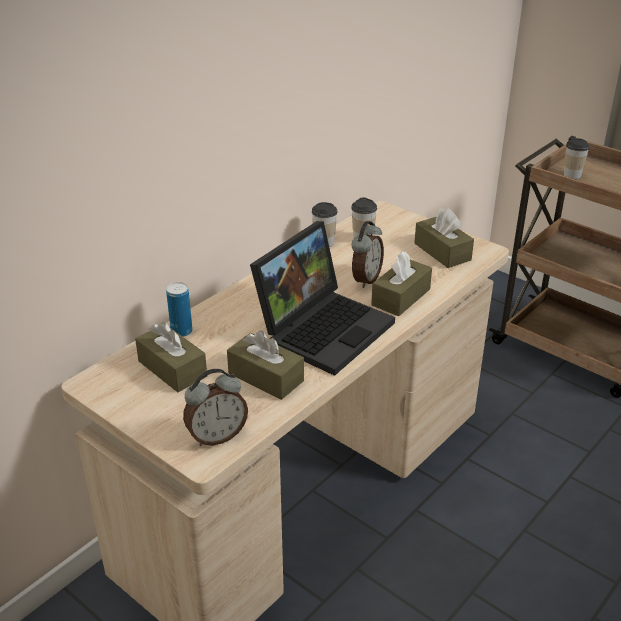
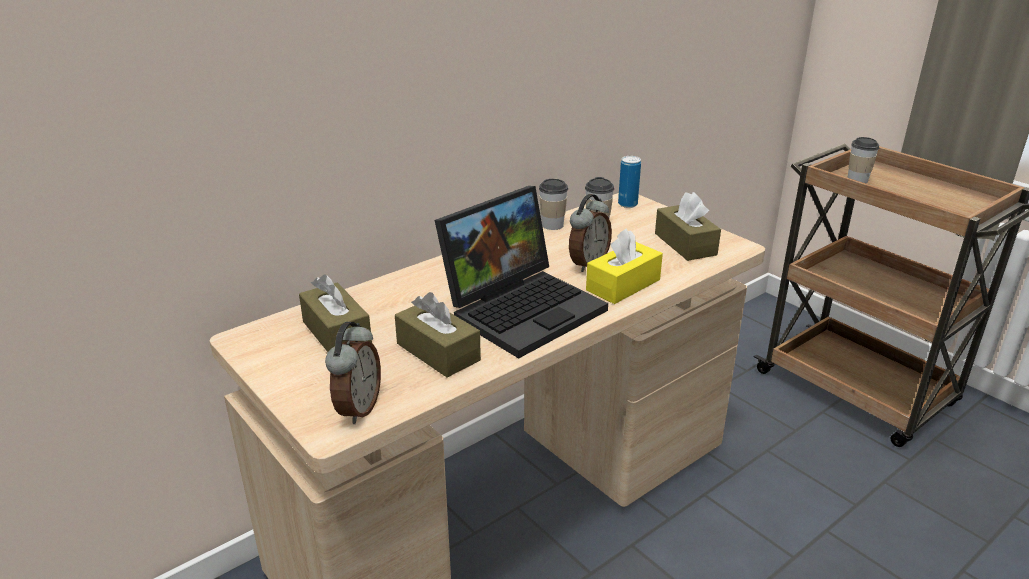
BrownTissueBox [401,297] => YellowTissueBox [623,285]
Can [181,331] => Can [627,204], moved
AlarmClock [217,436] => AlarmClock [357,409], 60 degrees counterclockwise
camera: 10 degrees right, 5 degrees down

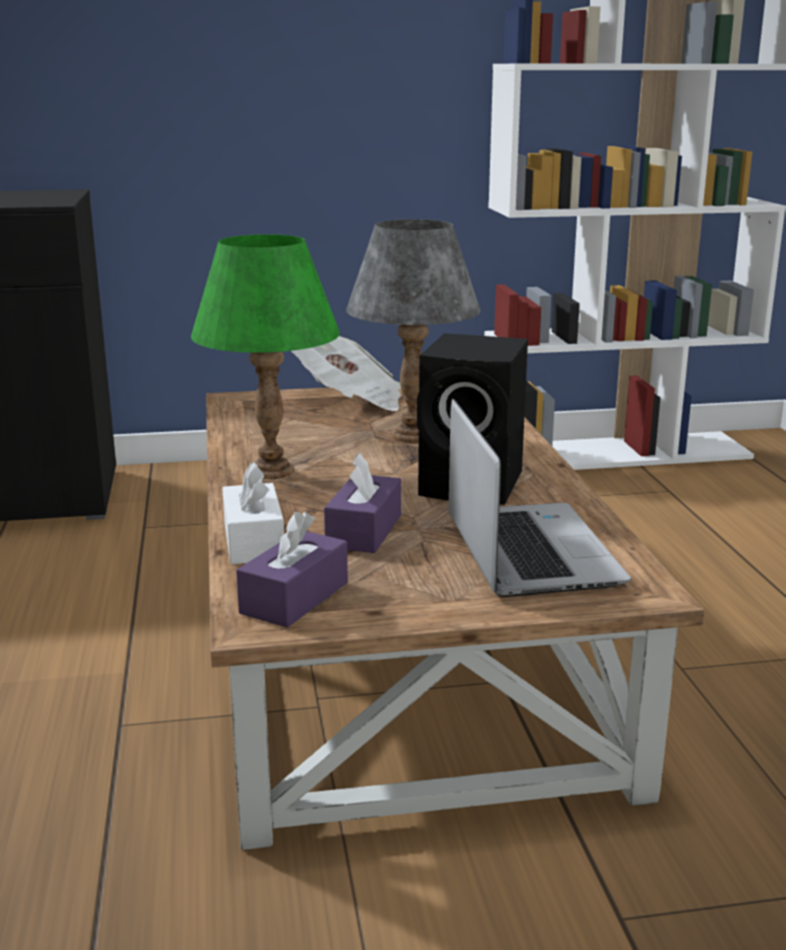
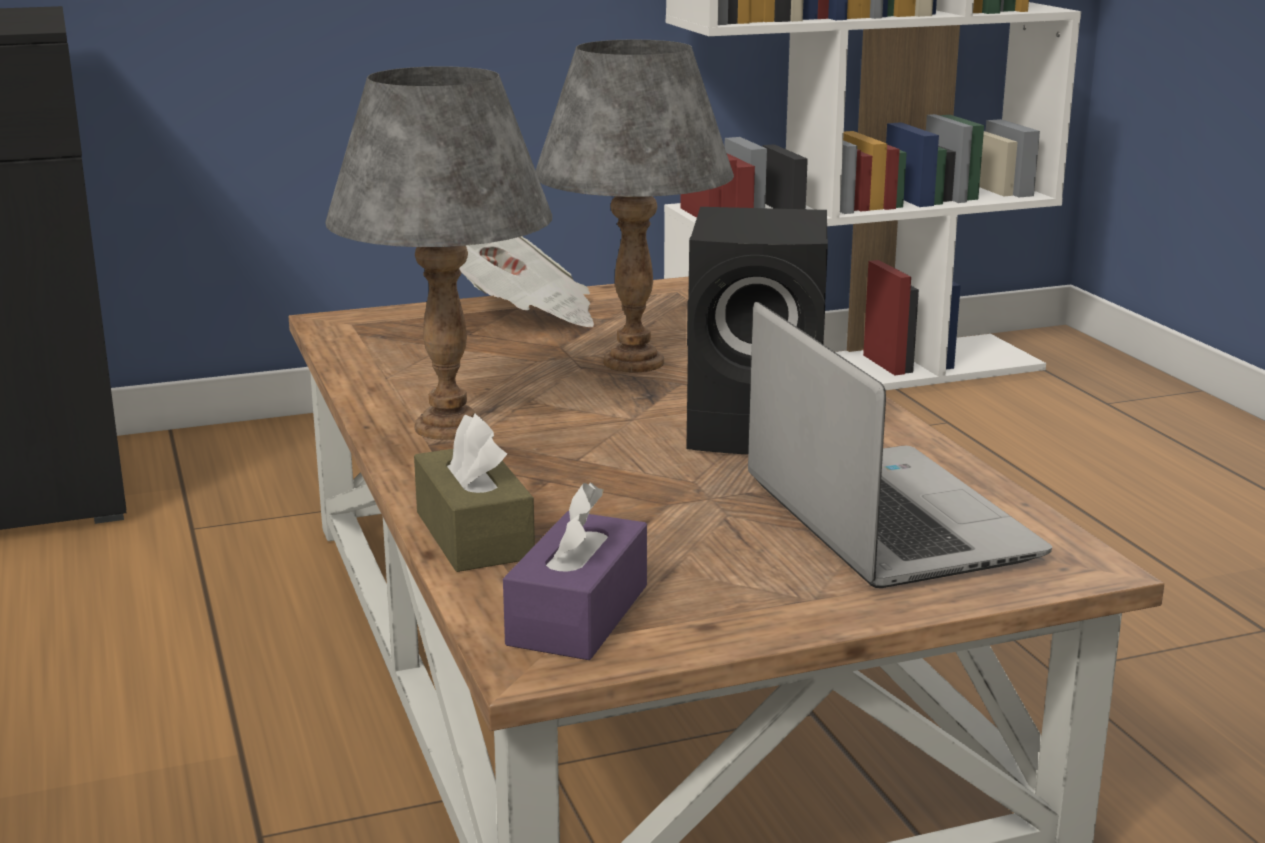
GreenTableLamp [270,471] => GreyTableLamp [447,427]
PurpleTissueBox [364,531] => nothing
WhiteTissueBox [253,541] => BrownTissueBox [474,535]
camera: 10 degrees left, 0 degrees up

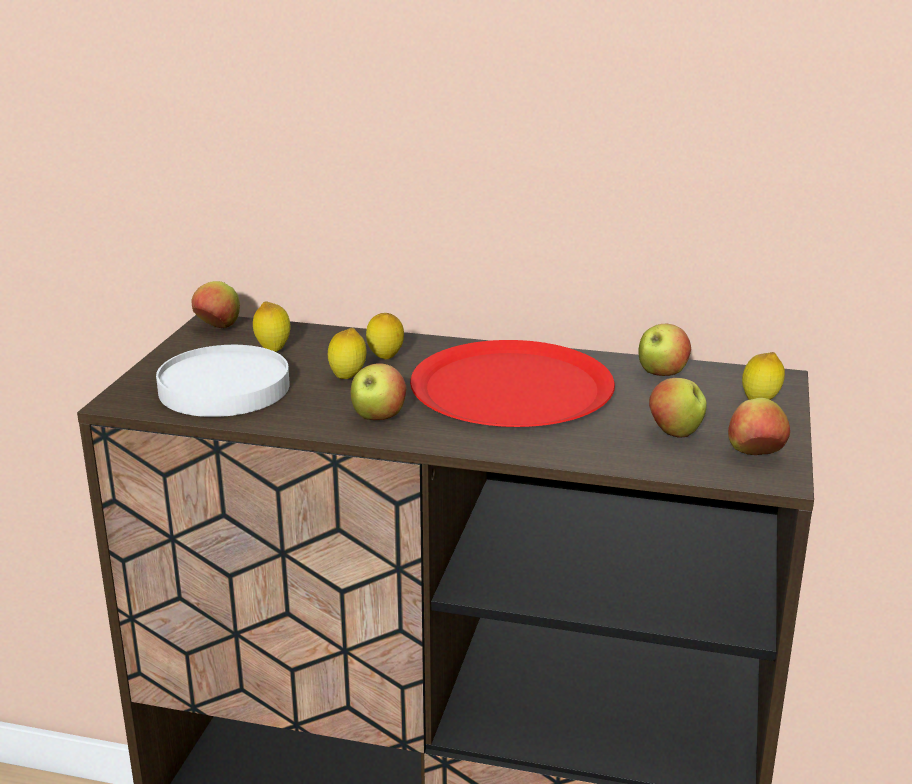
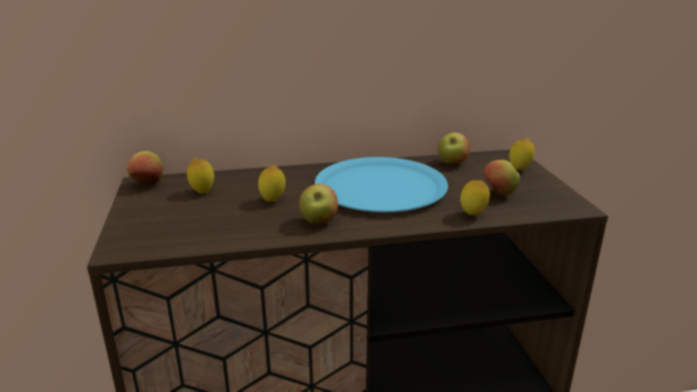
Lemon [385,359] => Lemon [473,215], moved
RedPlate [511,388] => BluePlate [380,187]
WhitePlate [223,388] => nothing
Apple [755,455] => nothing
camera: 25 degrees left, 0 degrees up

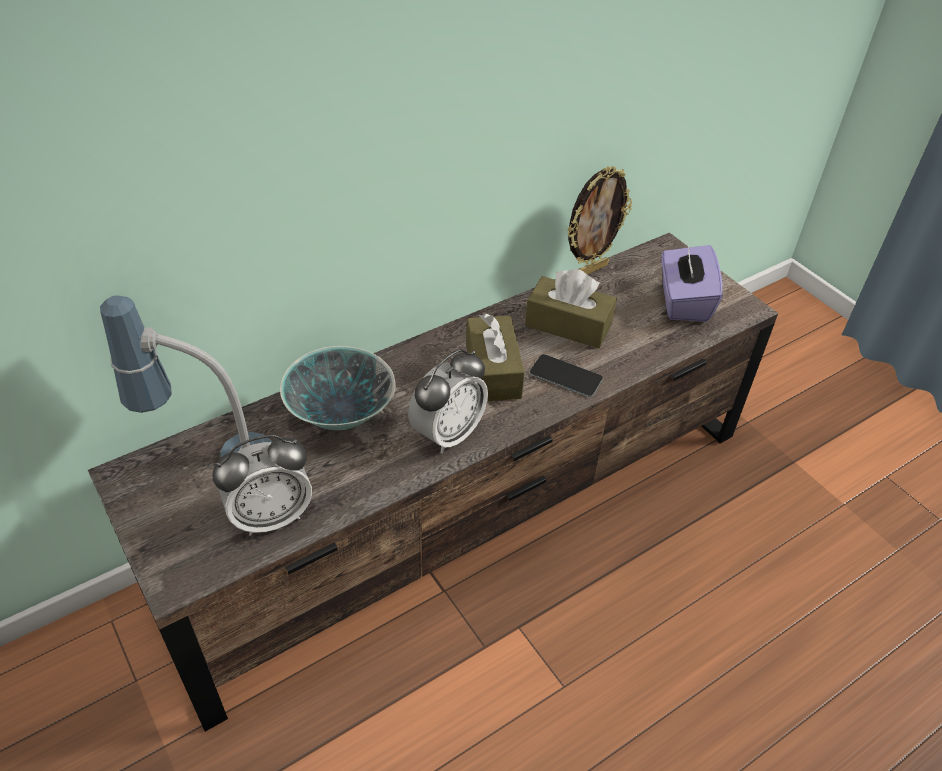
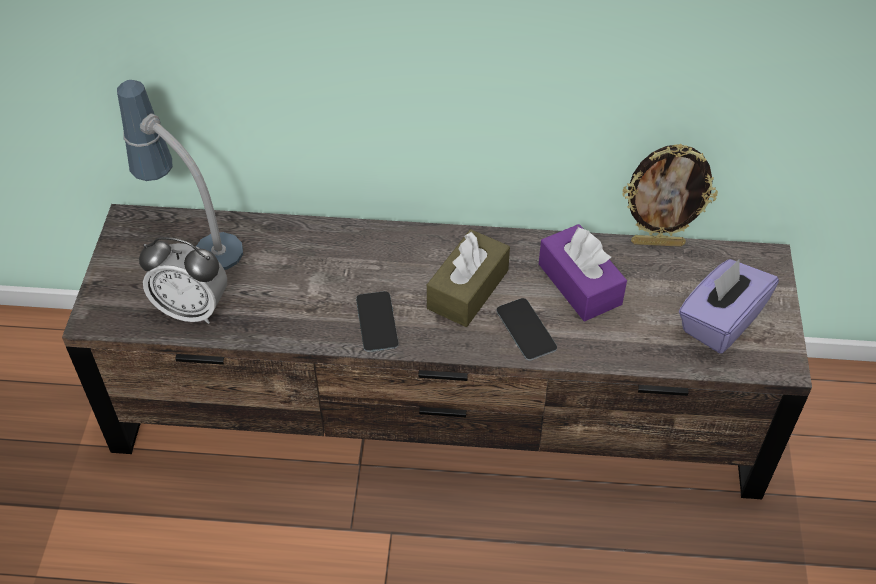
BrownTissueBox [568,324] => PurpleTissueBox [579,284]
Bowl [340,417] => nothing
AlarmClock [448,434] => Phone [377,322]
camera: 40 degrees right, 5 degrees up

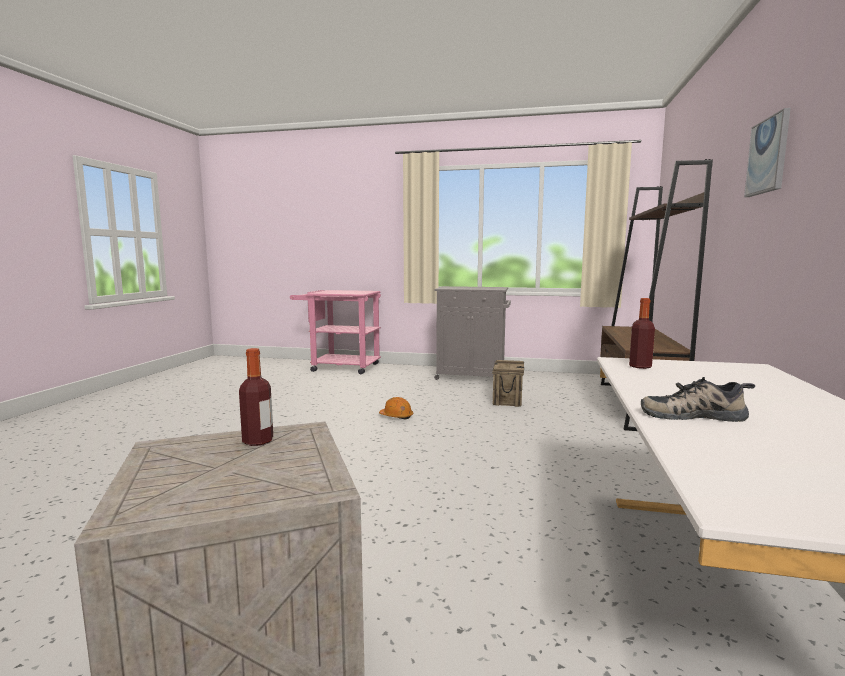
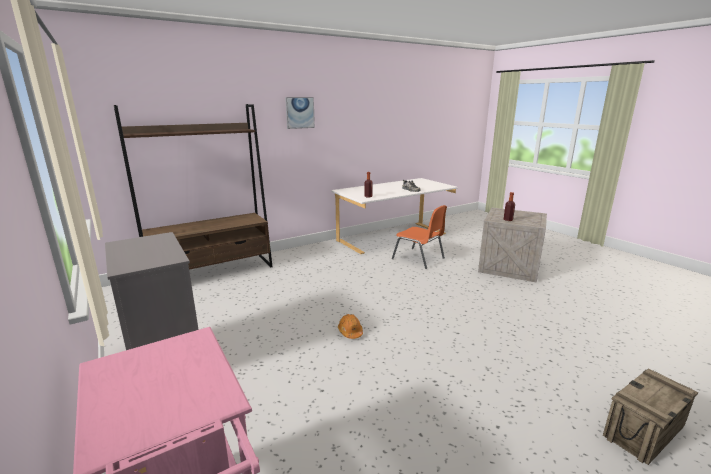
Crate [507,397] => Crate [644,432], moved
nothing => OrangeChair [419,258]
camera: 135 degrees left, 10 degrees up

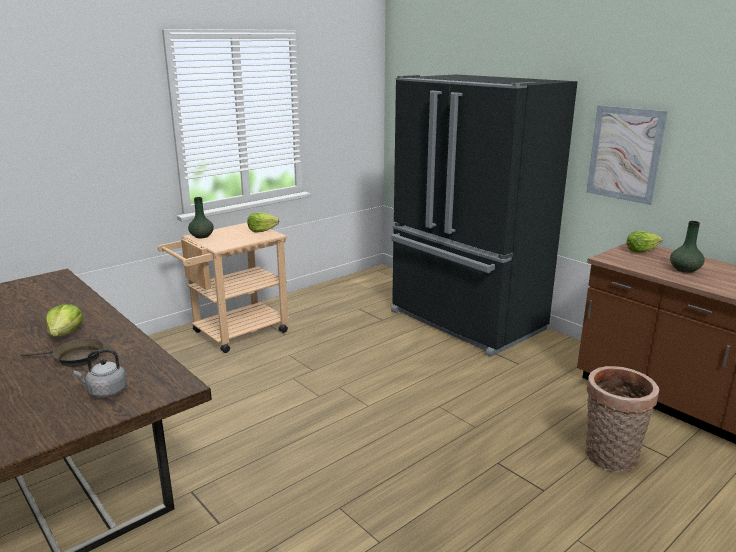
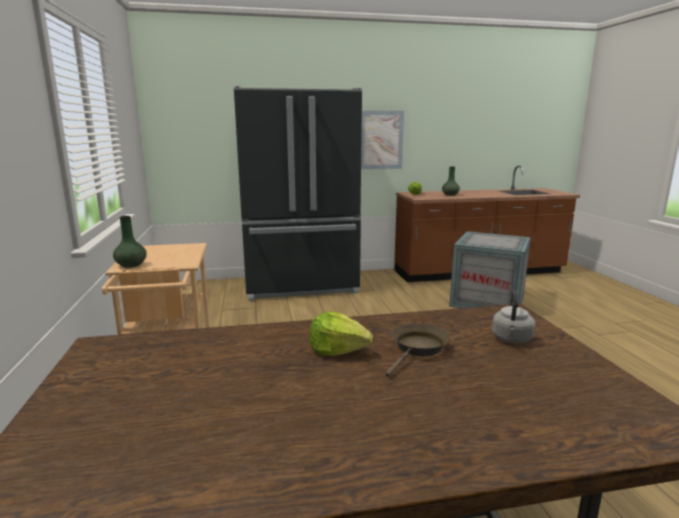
Lettuce [261,230] => nothing
Basket [610,459] => Crate [488,301]
camera: 60 degrees left, 5 degrees down

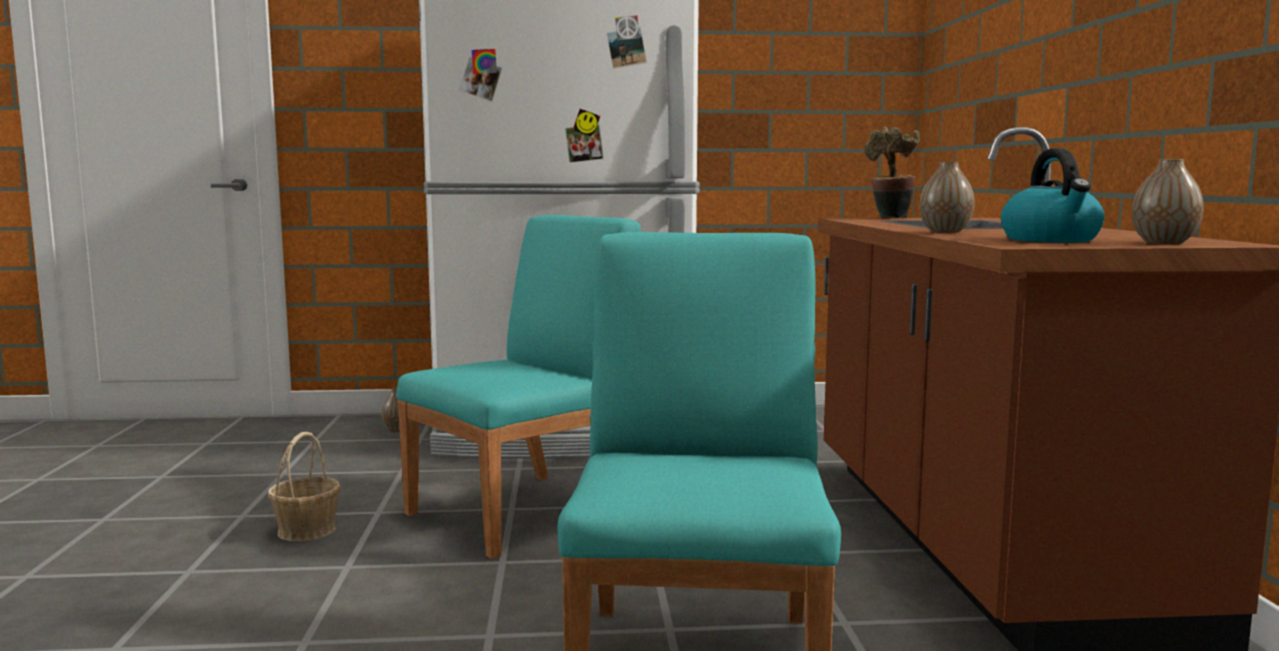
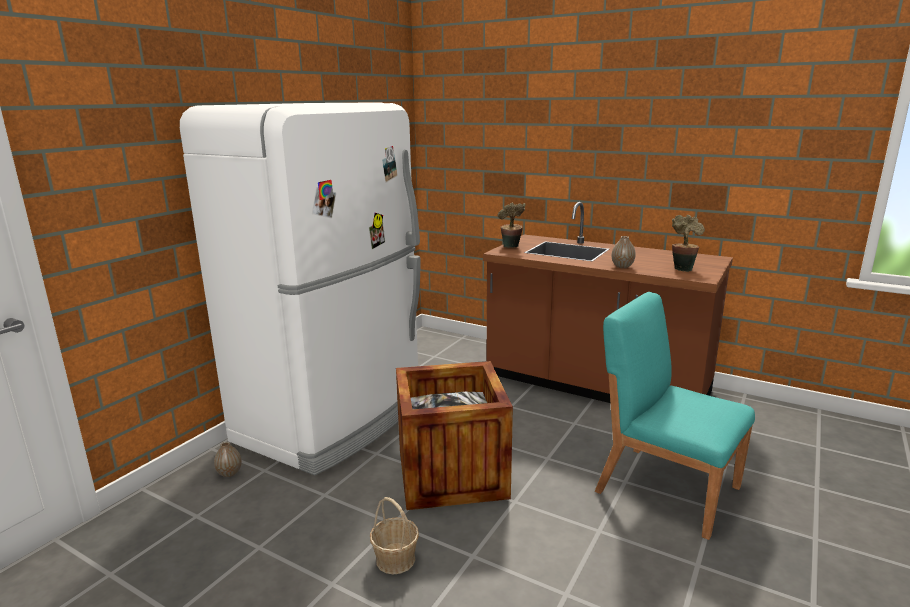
Kettle [1051,240] => PottedPlant [682,268]
Vase [1164,243] => nothing
TurquoiseChair [524,512] => Crate [451,473]
camera: 55 degrees left, 10 degrees up

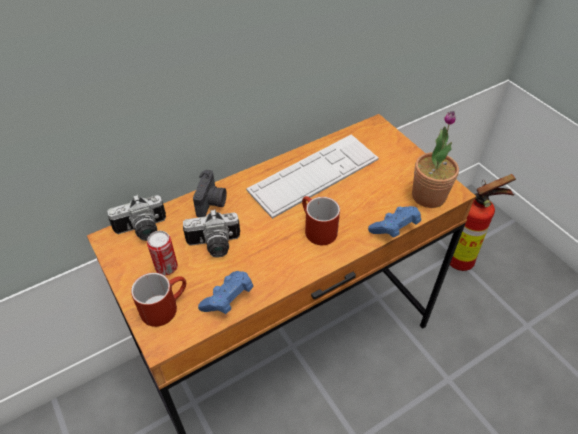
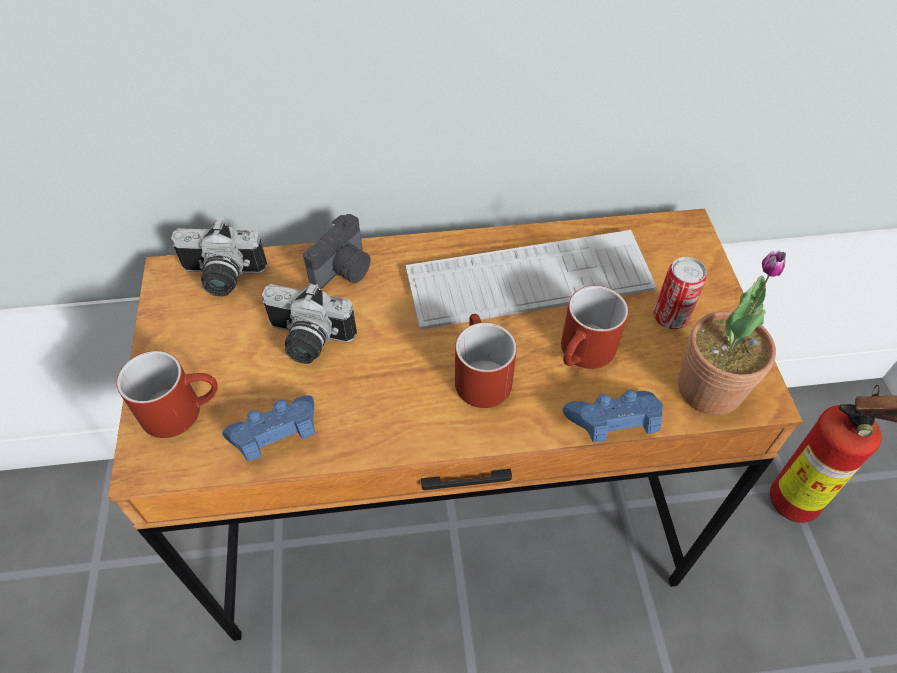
Can [166,267] => Can [670,317], moved
nothing => RedMug [584,355]
camera: 25 degrees right, 5 degrees up

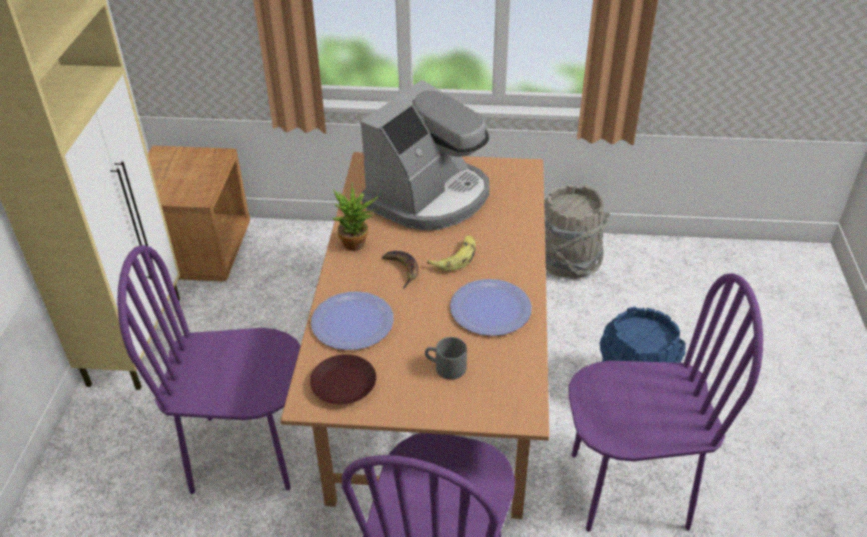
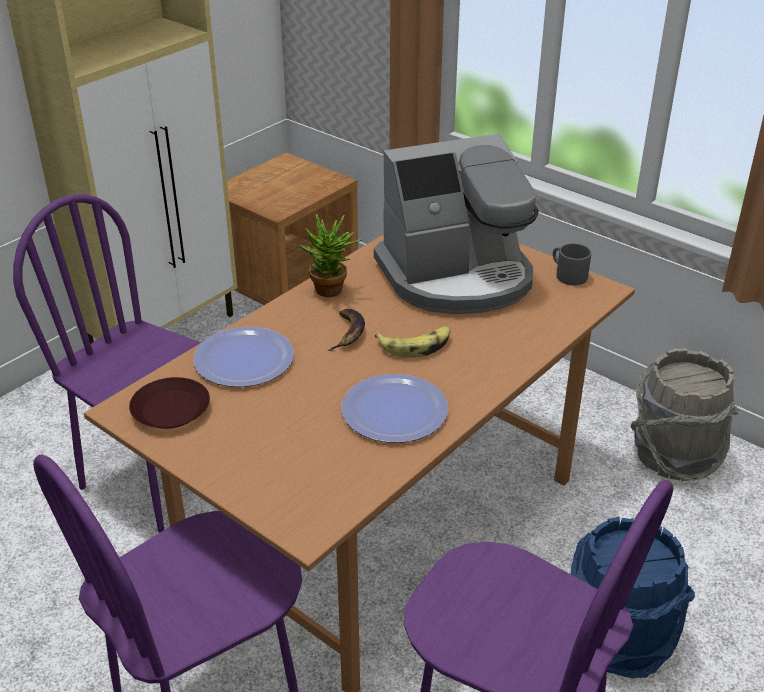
GreyMug [445,367] => GreyMug [567,275], moved
camera: 35 degrees right, 5 degrees down

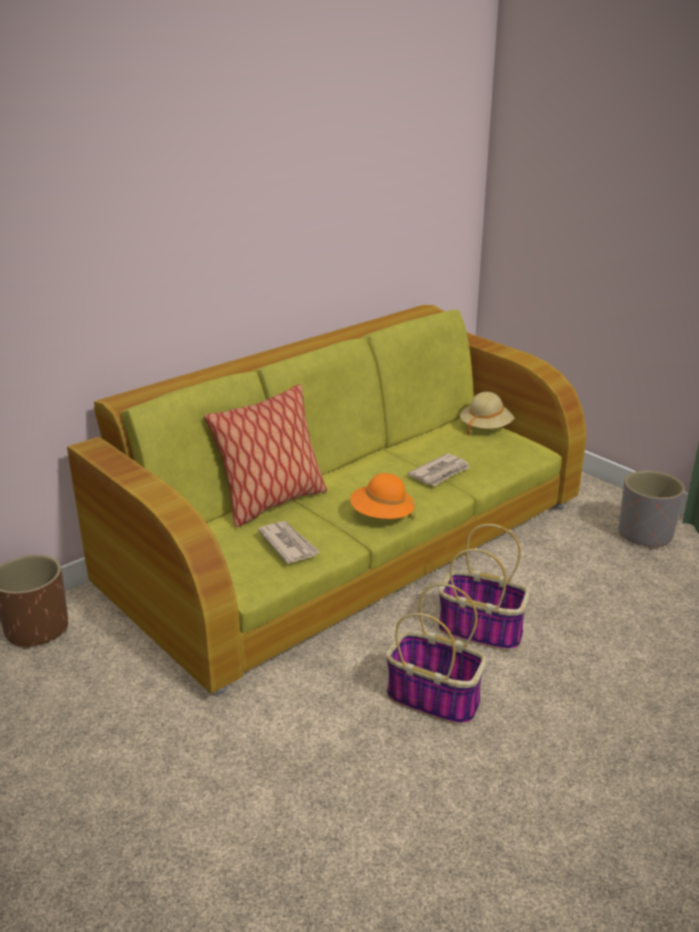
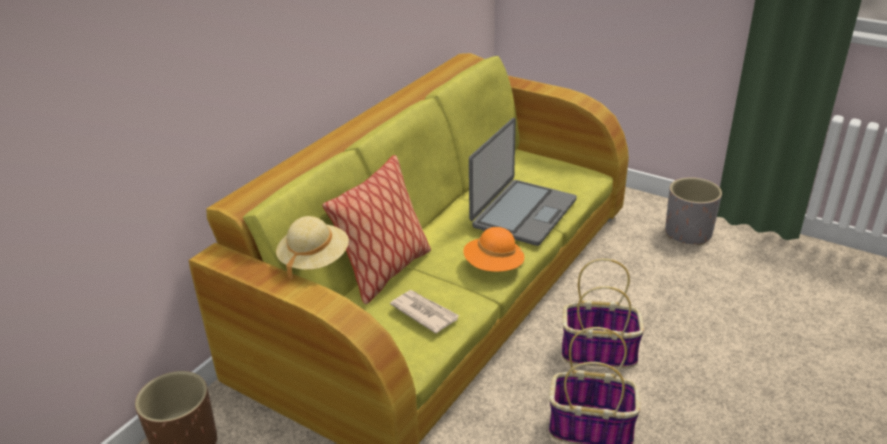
BeigeHat [486,427] => BeigeHat [314,260], moved
Newspaper [440,473] => Laptop [522,213]
camera: 15 degrees left, 5 degrees up

